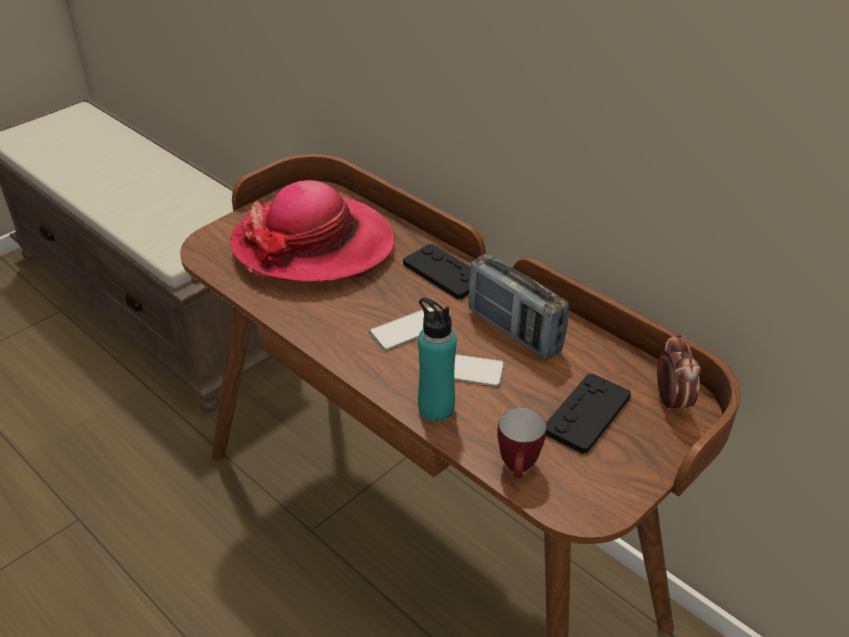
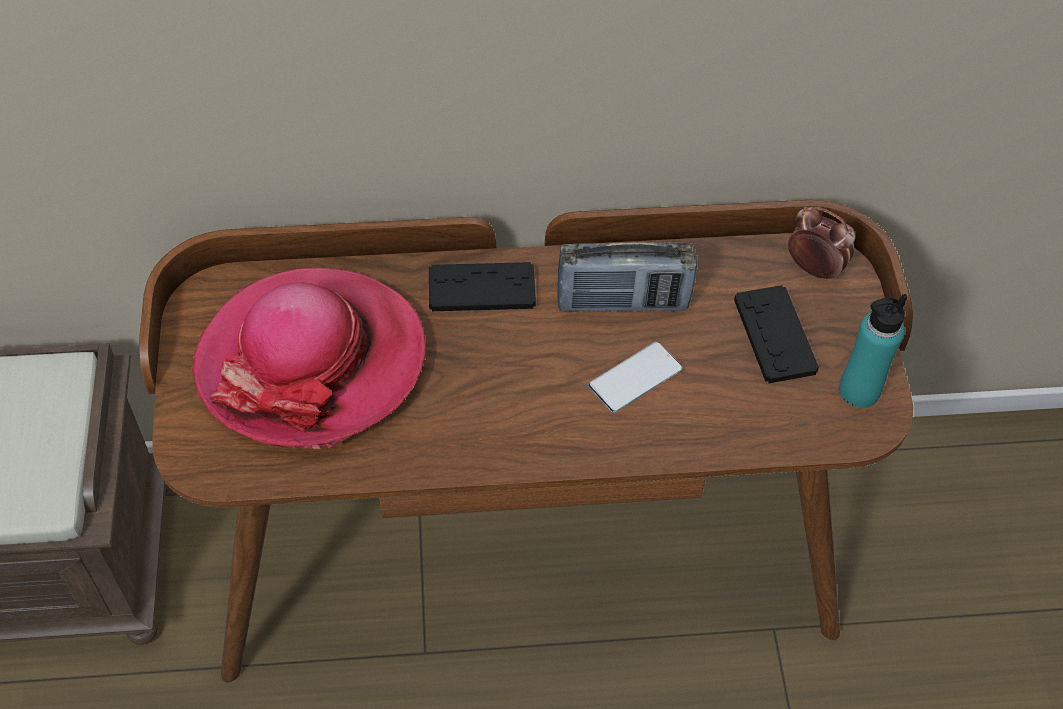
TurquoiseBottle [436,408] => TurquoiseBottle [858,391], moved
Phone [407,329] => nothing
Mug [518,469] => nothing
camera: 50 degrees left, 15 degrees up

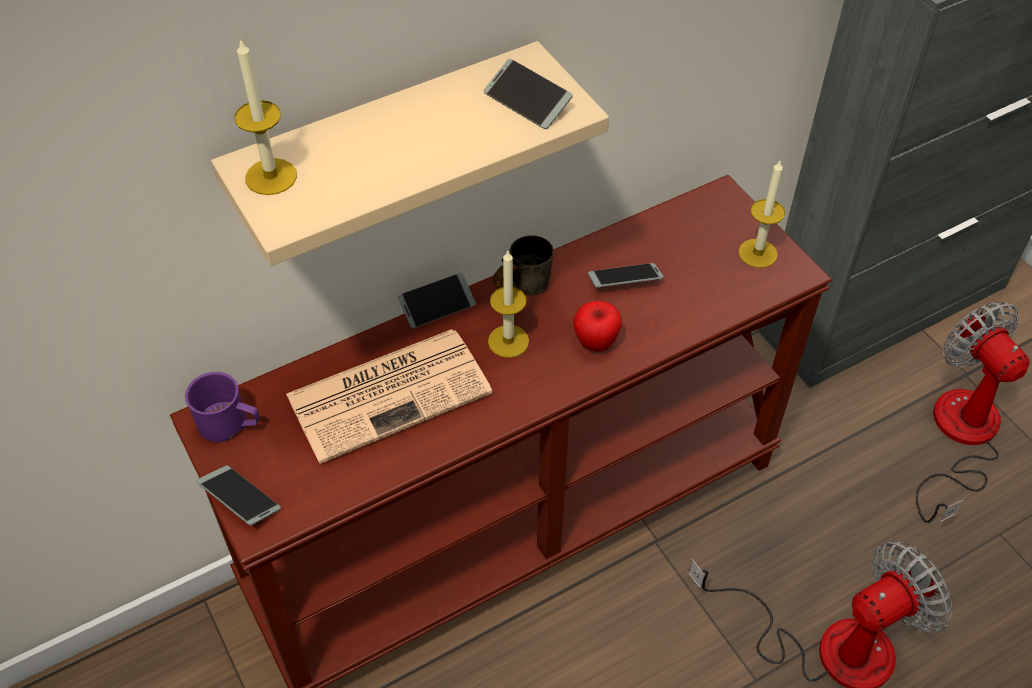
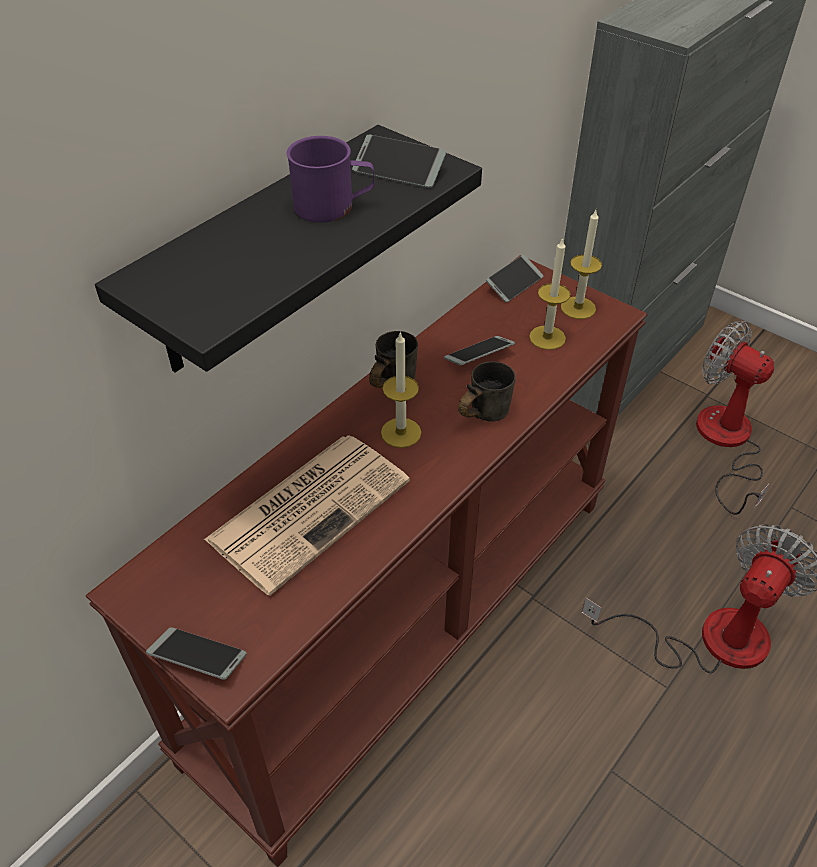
Candle [271,176] => Candle [547,337], moved
BeigeShelf [387,147] => BlackShelf [260,253]
Phone [437,305] => Phone [514,284], moved
Apple [595,343] => GreyMug [480,413]
PurpleMug [230,424] => PurpleMug [333,206], moved
camera: 20 degrees left, 5 degrees down

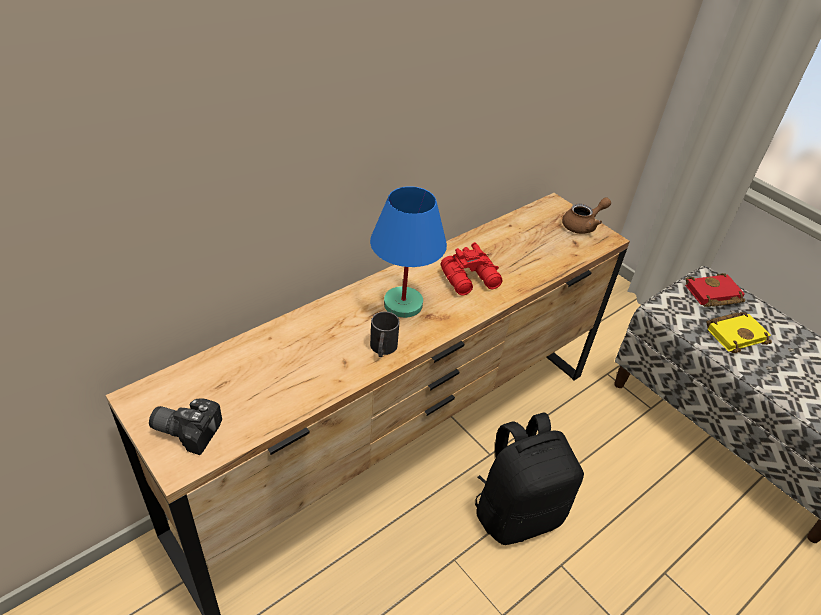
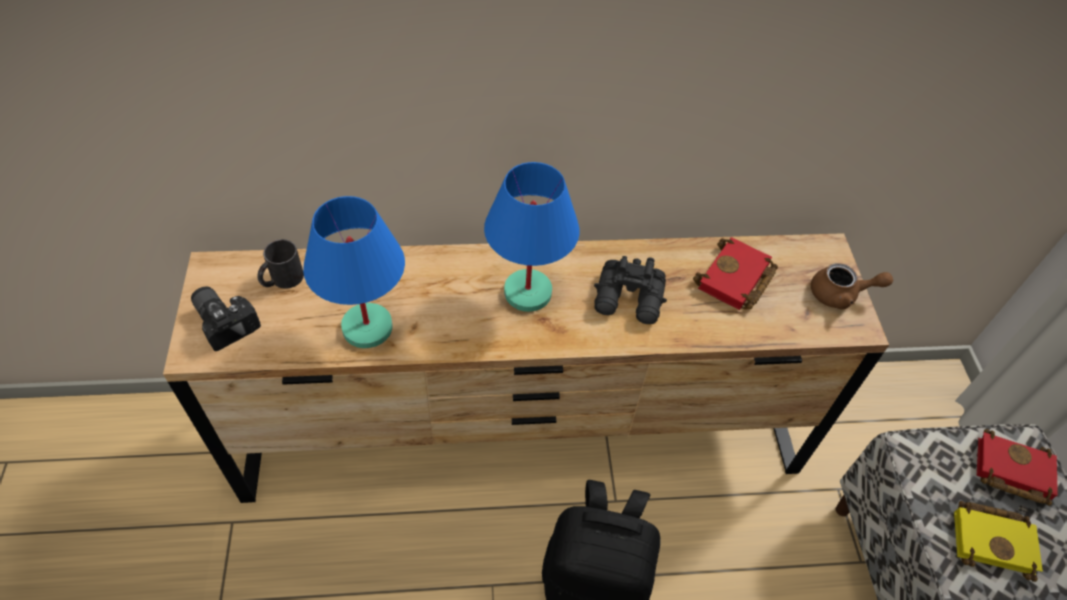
RedBinoculars [471,280] => BlackBinoculars [630,300]
BlackMug [382,349] => BlackMug [282,280], moved
nothing => BlueTableLamp [368,328]
nothing => RedBook [735,280]
camera: 35 degrees right, 10 degrees up

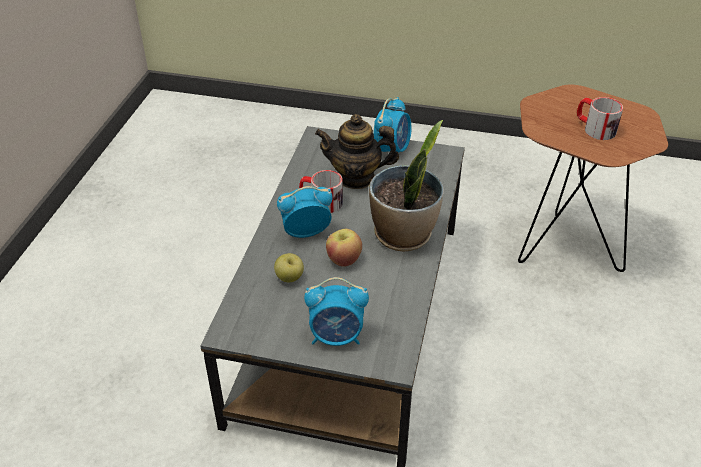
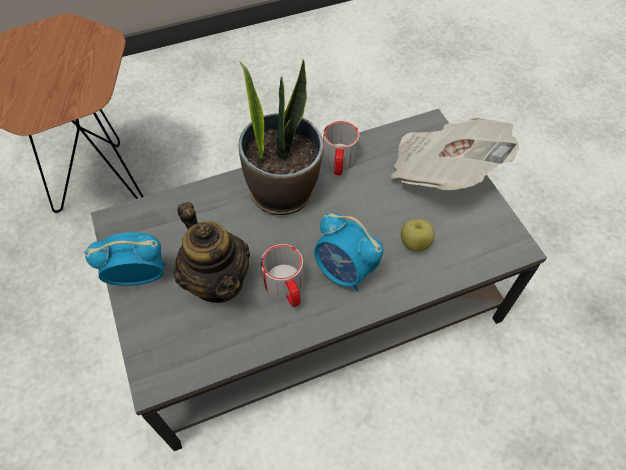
Mug [594,128] => Mug [339,163], moved
Apple [343,259] => nothing
AlarmClock [337,337] => Newspaper [442,171]
camera: 125 degrees left, 15 degrees up

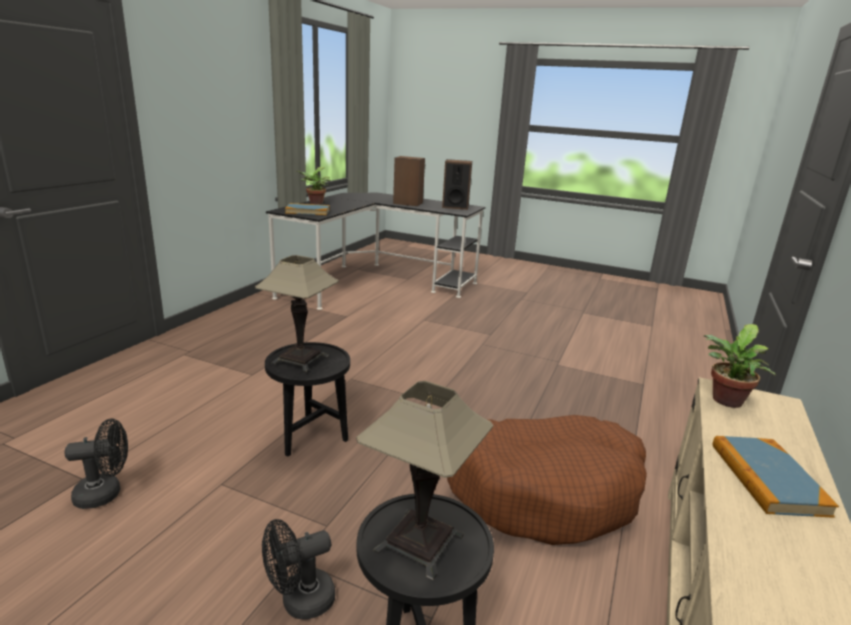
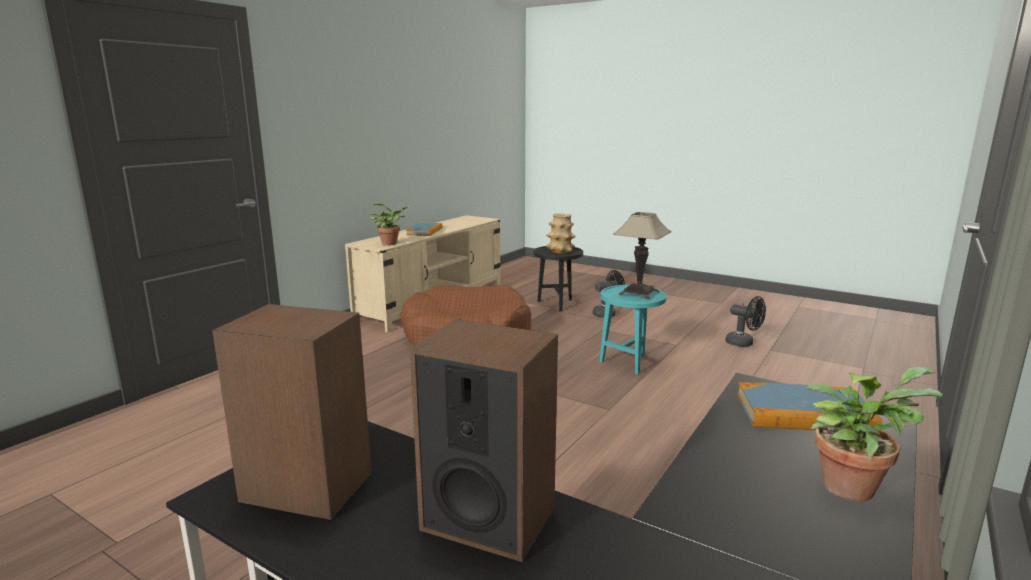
BlackSideTable [310,440] => TurquoiseSideTable [629,362]
TableLamp [419,542] => Vase [560,251]
BlackFan [105,493] => BlackFan [744,343], 135 degrees counterclockwise
camera: 170 degrees left, 5 degrees down

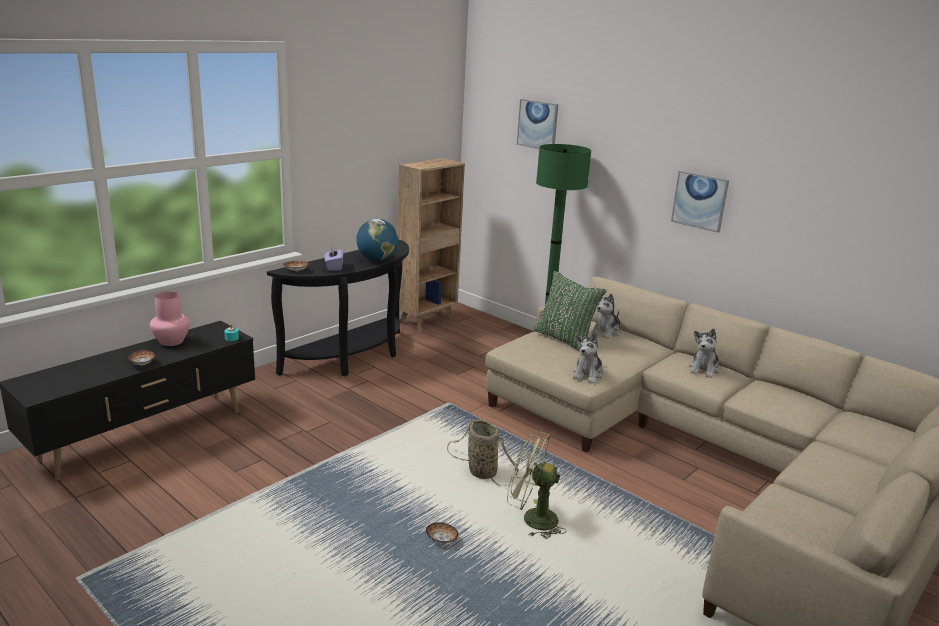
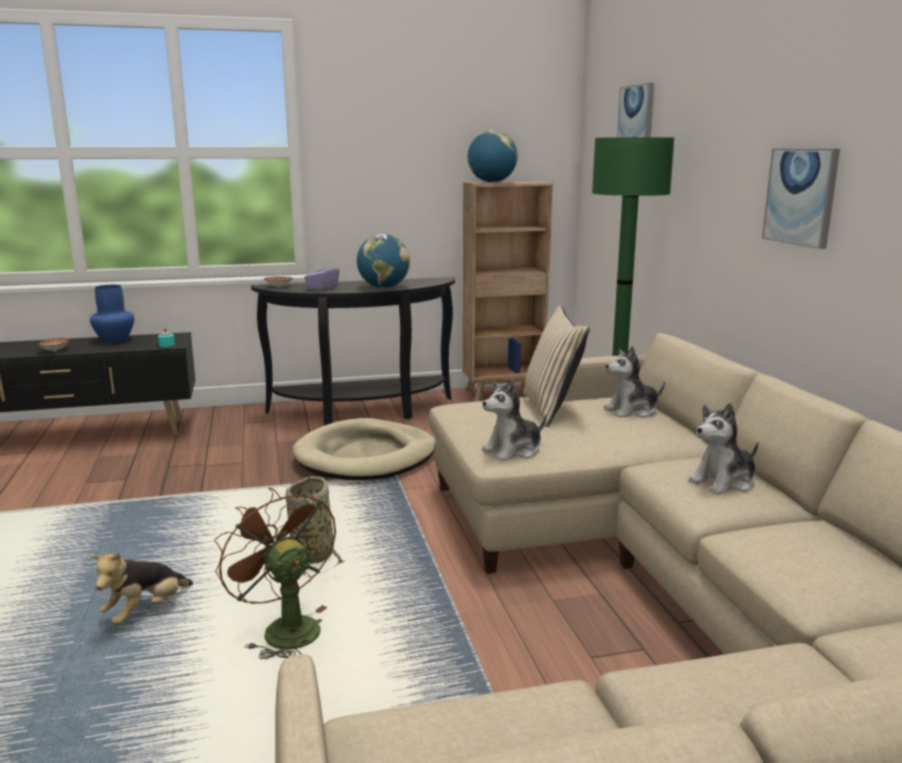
GreenPillow [565,339] => BeigePillow [551,408]
PinkVase [172,341] => BlueVase [114,340]
GreenFan [532,519] => BrownFan [284,628]
Bowl [441,539] => PlushToy [145,611]
nothing => Globe [492,182]
nothing => BeigeDogBed [366,456]
camera: 35 degrees right, 5 degrees down

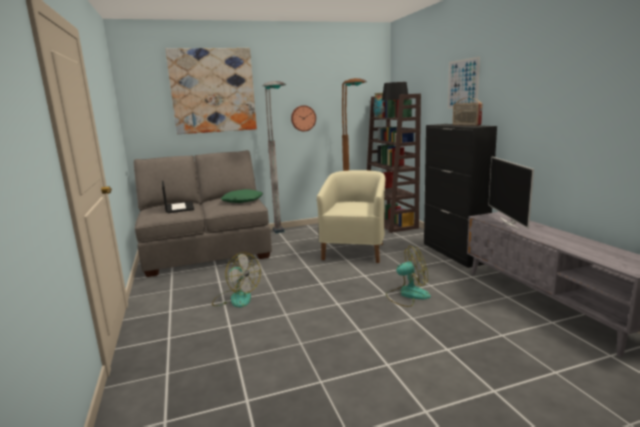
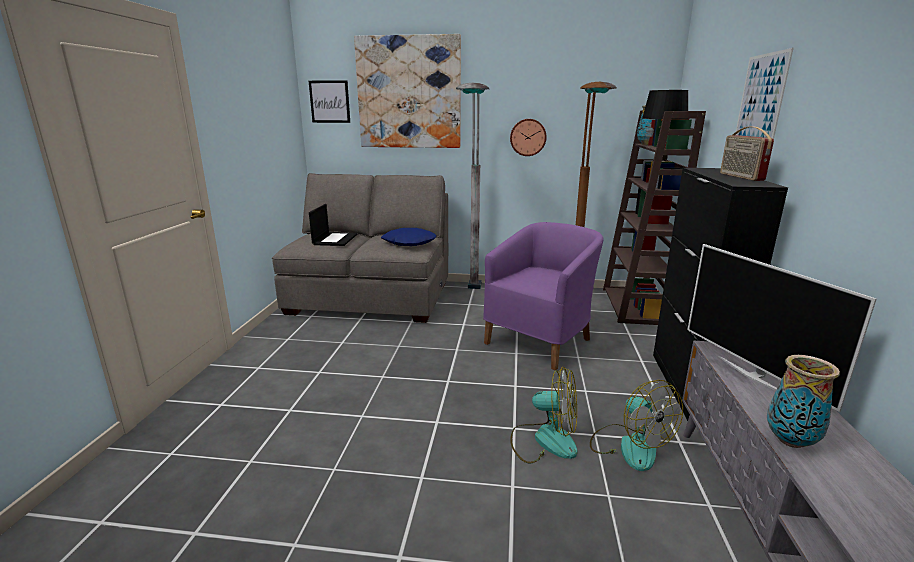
Television [510,223] => Television [754,376], 45 degrees counterclockwise
BeigeArmchair [355,251] => PurpleArmchair [541,341]
GreenPillow [242,201] => BluePillow [408,243]
Fan [236,298] => Fan [629,446], moved
nothing => Picture [329,101]
nothing => Vase [789,441]
camera: 25 degrees right, 5 degrees up

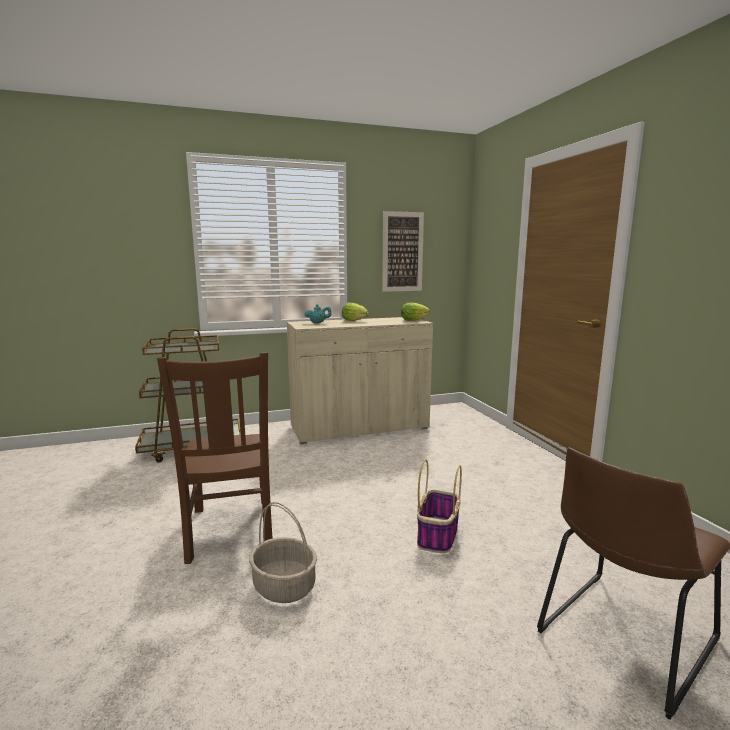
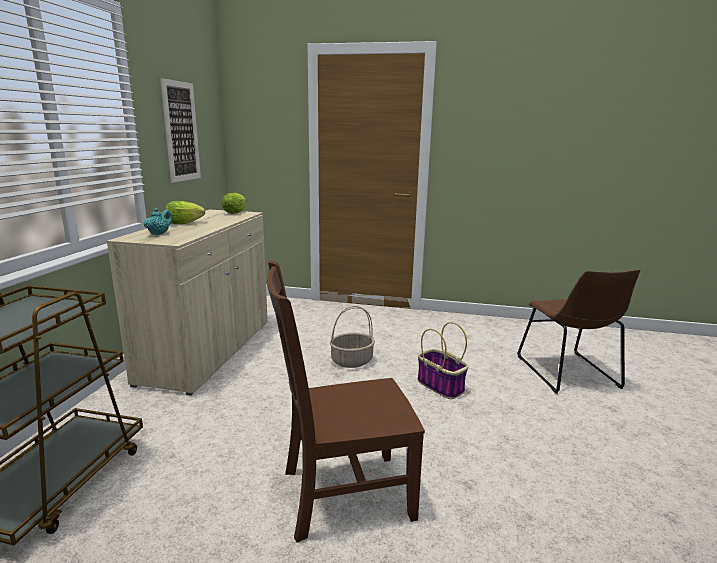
BrownChair [230,531] => BrownChair [342,494], 150 degrees clockwise
Basket [285,586] => Basket [352,361], moved
camera: 60 degrees left, 5 degrees up

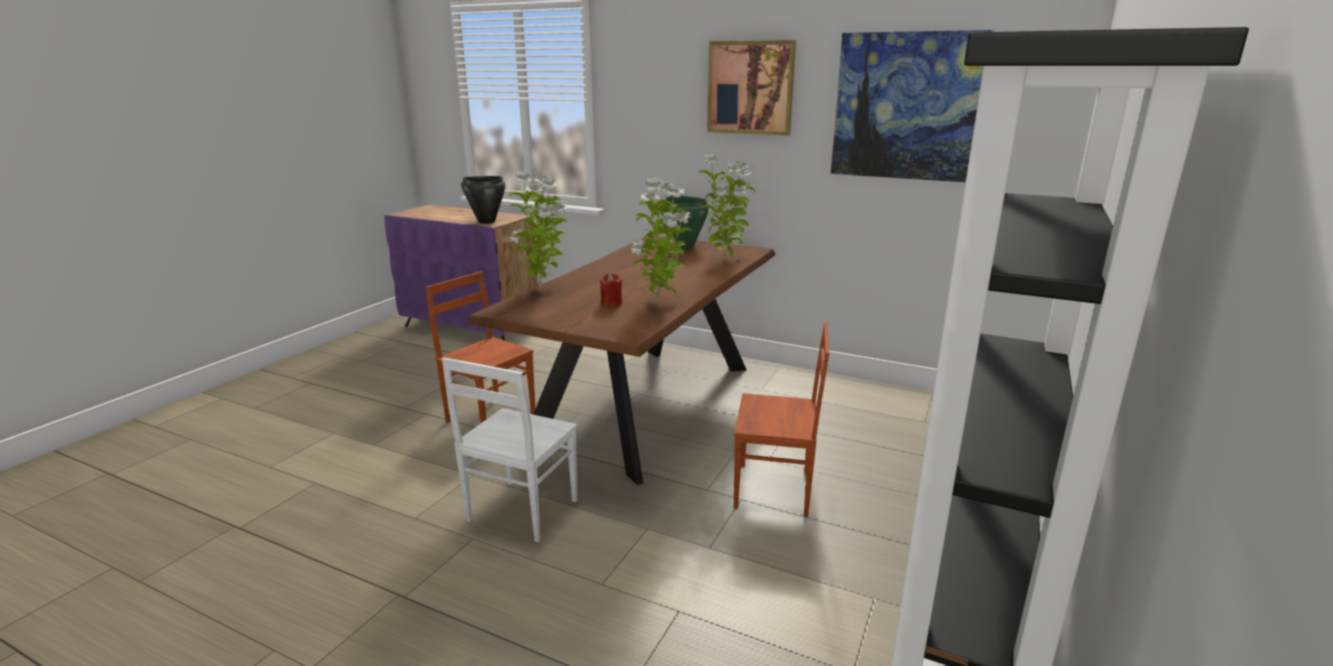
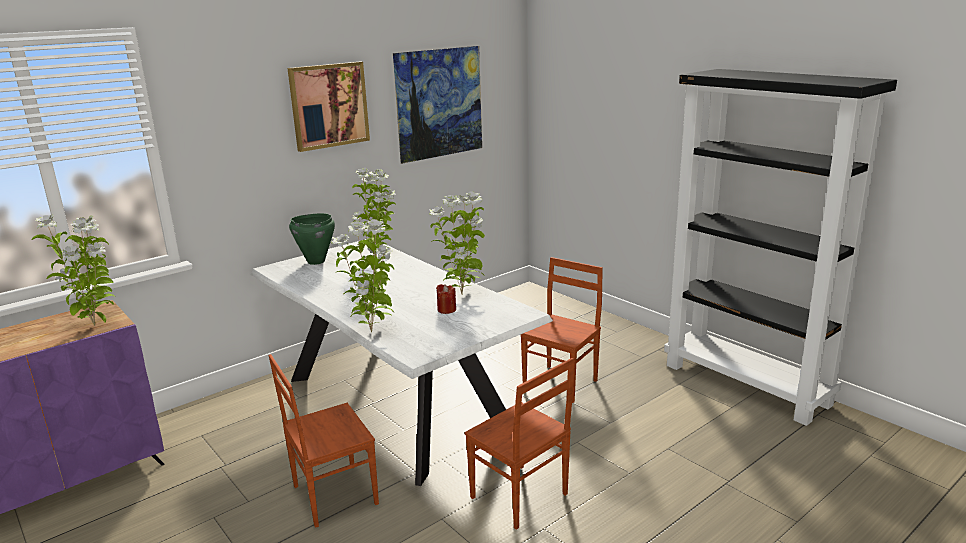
BlackCookingPot [486,222] => PottedPlant [96,326]
BrownDiningTable [646,405] => WhiteDiningTable [397,404]
WhiteChair [520,511] => BrownChair [519,497]
camera: 65 degrees left, 0 degrees up

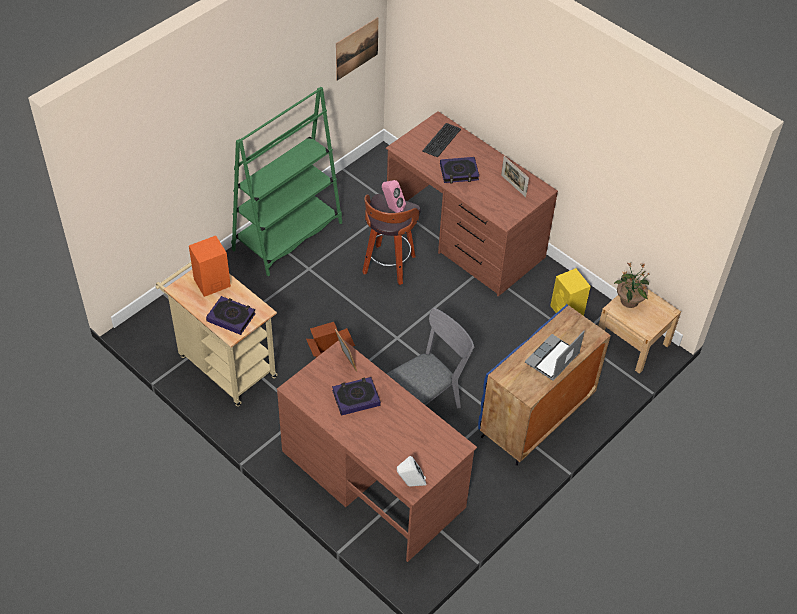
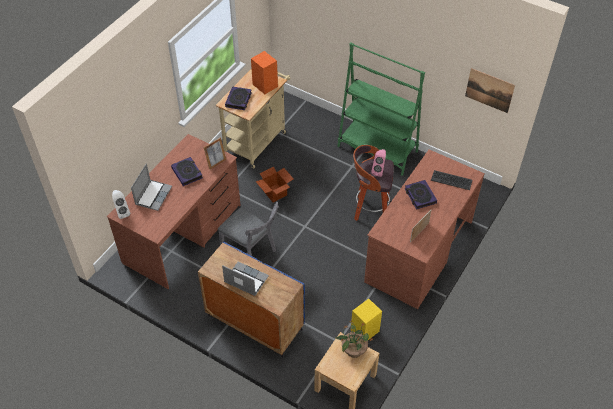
nothing => Laptop [153,195]
camera: 80 degrees right, 0 degrees up

